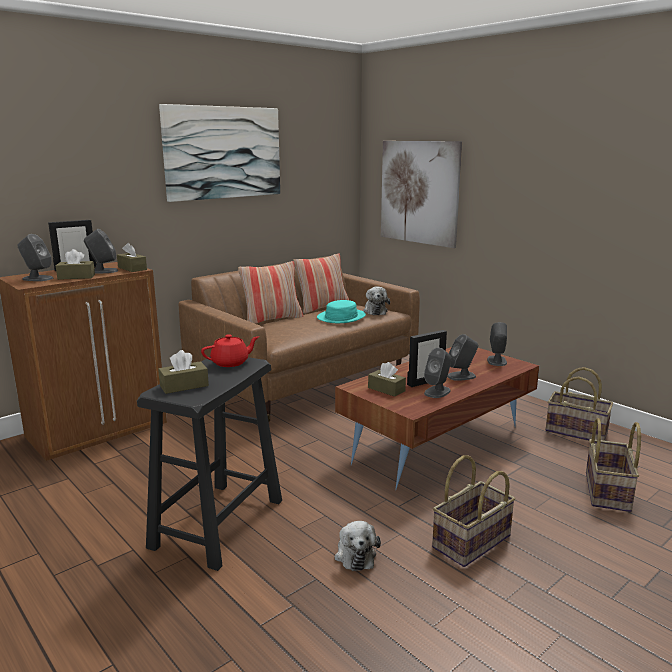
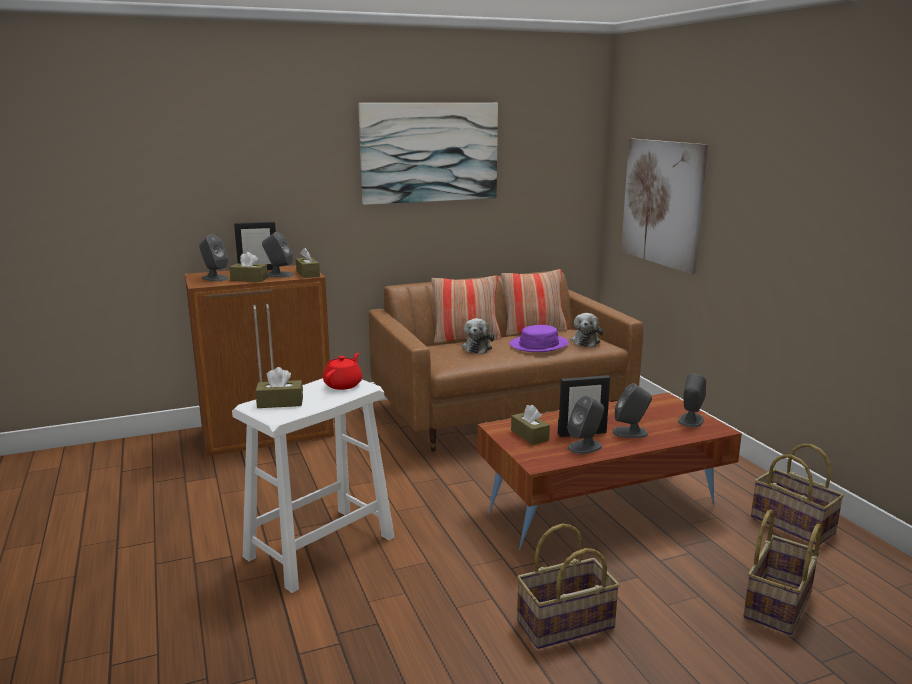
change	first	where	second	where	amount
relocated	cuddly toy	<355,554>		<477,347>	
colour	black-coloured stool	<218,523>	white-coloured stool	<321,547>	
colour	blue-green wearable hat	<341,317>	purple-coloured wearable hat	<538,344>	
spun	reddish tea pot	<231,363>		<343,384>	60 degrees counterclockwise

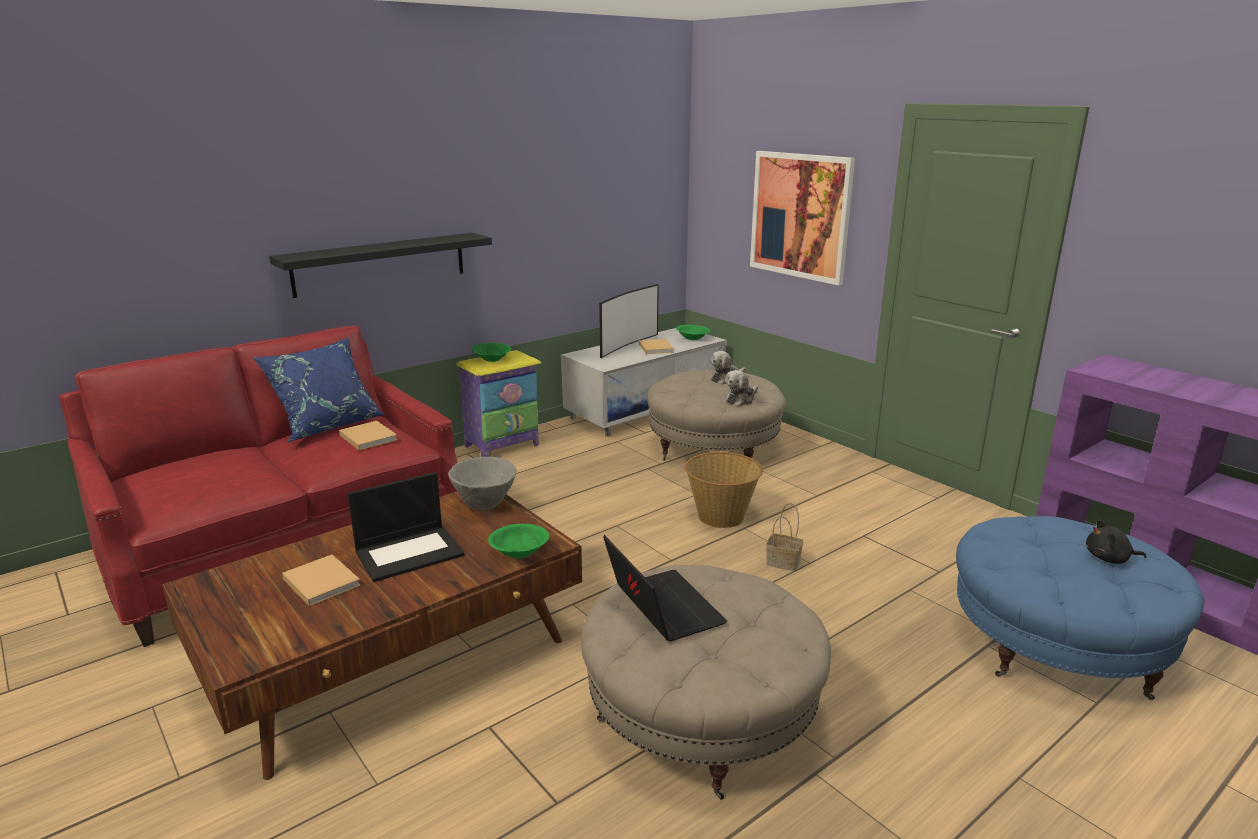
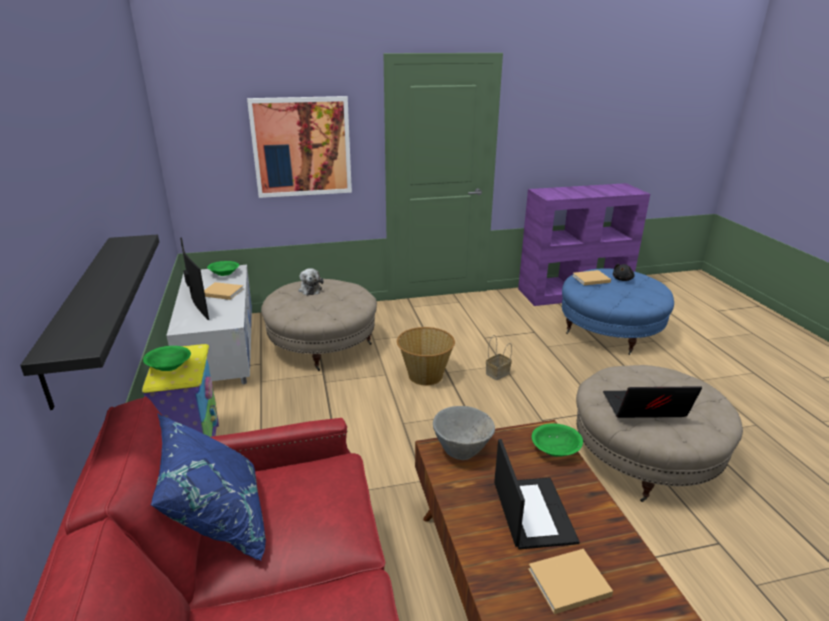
change	first	where	second	where	amount
missing	cuddly toy	<741,399>			
relocated	beige bound book	<367,437>		<590,279>	

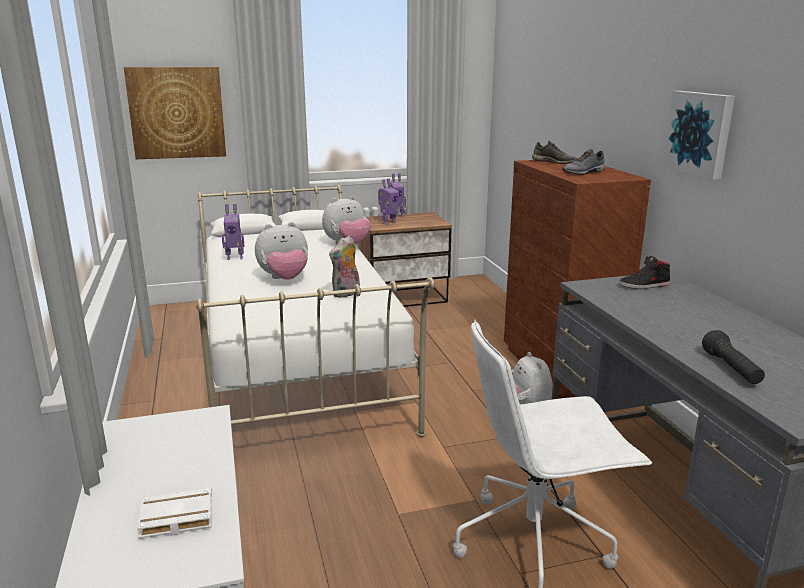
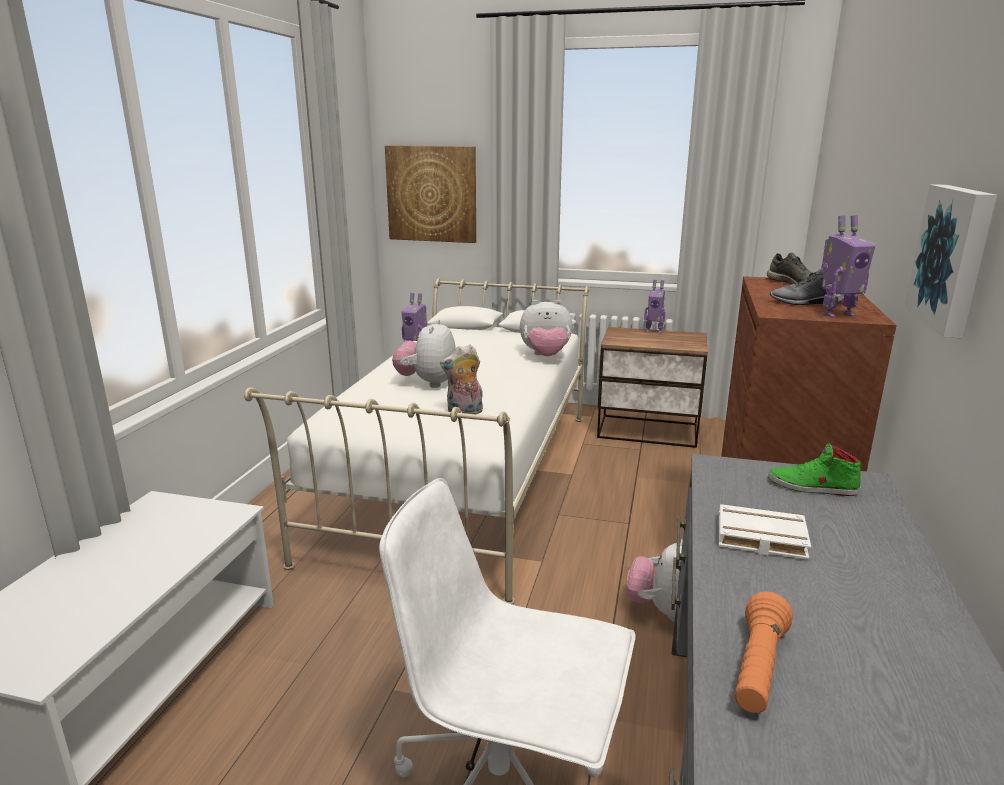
change	first	where	second	where	amount
relocated	white-coloured bound book	<175,519>		<759,539>	
relocated	toy robot	<388,223>		<836,314>	
colour	black-coloured item of footwear	<644,285>	green item of footwear	<812,487>	
colour	black-coloured hand torch	<731,369>	orange hand torch	<758,669>	
spun	cuddly toy	<284,279>		<428,383>	90 degrees clockwise

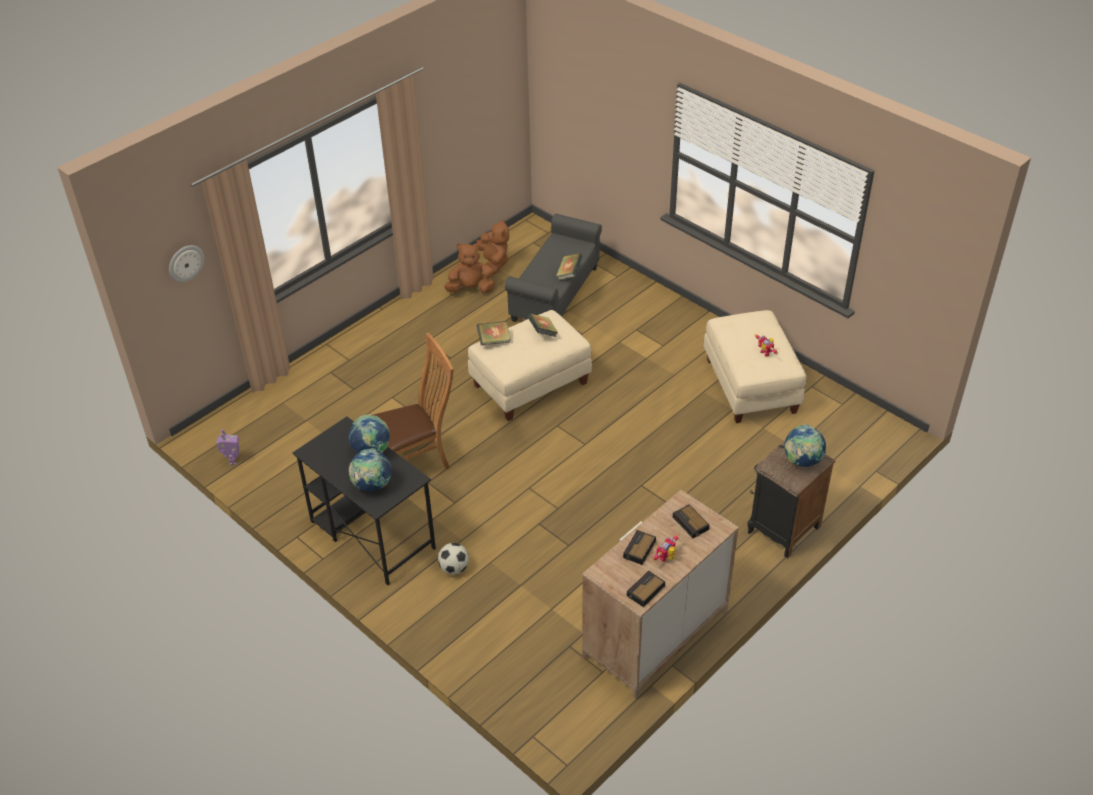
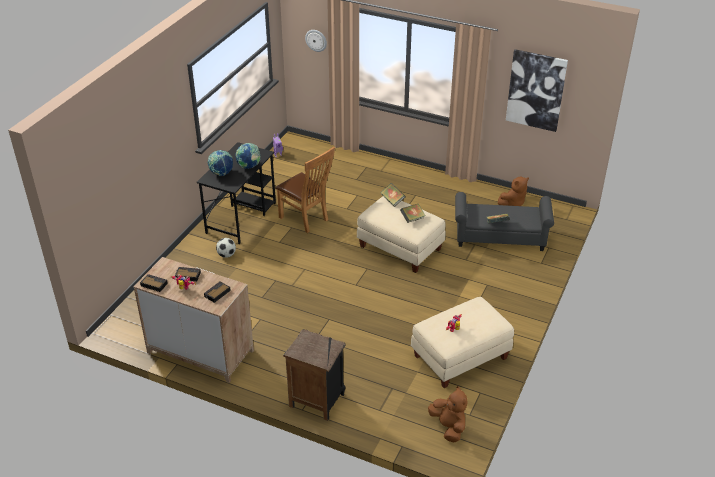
change	first	where	second	where	amount
missing	desk globe	<801,461>			
appeared			picture	<536,90>	
relocated	brown cuddly toy	<470,289>		<448,427>	

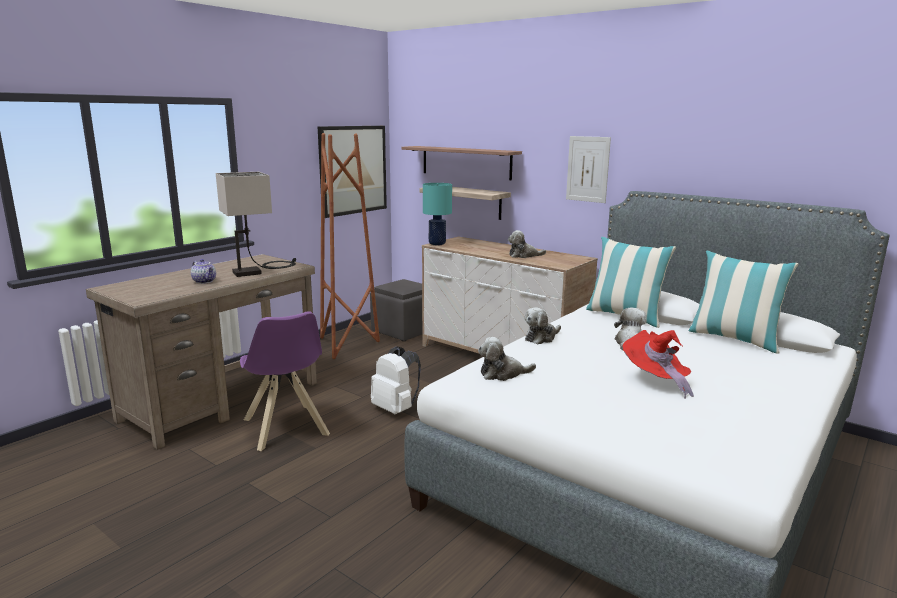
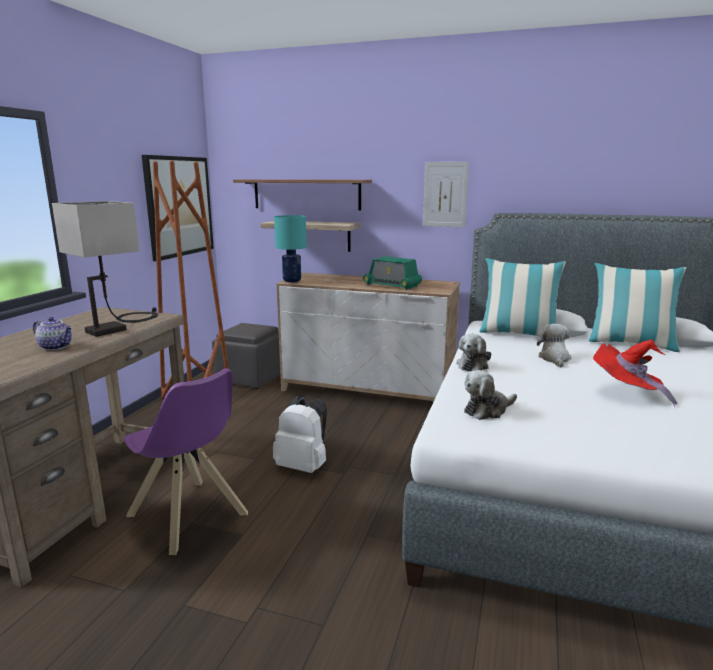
change	first	where	second	where	amount
exchanged	cuddly toy	<524,255>	radio receiver	<392,285>	

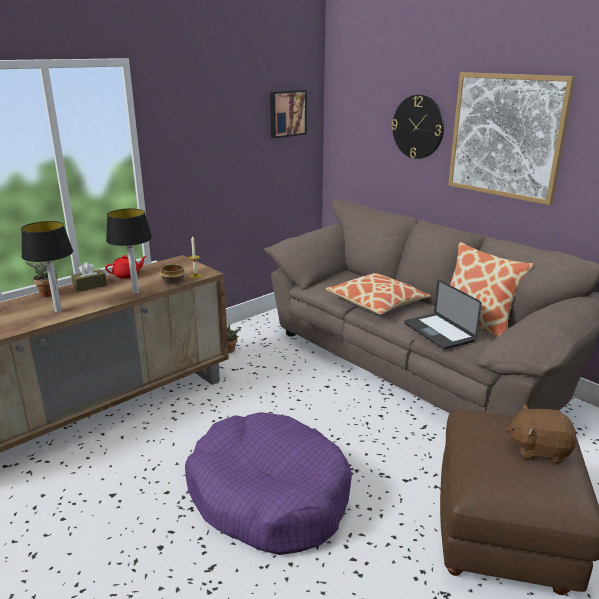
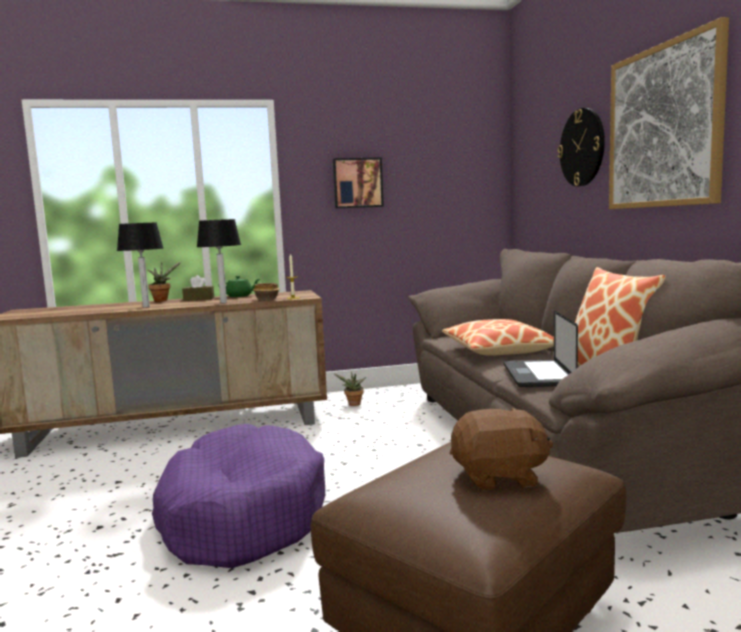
change	first	where	second	where	amount
relocated	picture	<287,113>		<357,183>	
colour	reddish tea pot	<127,275>	green tea pot	<240,296>	
spun	brown cuddly toy	<538,450>		<499,477>	135 degrees clockwise

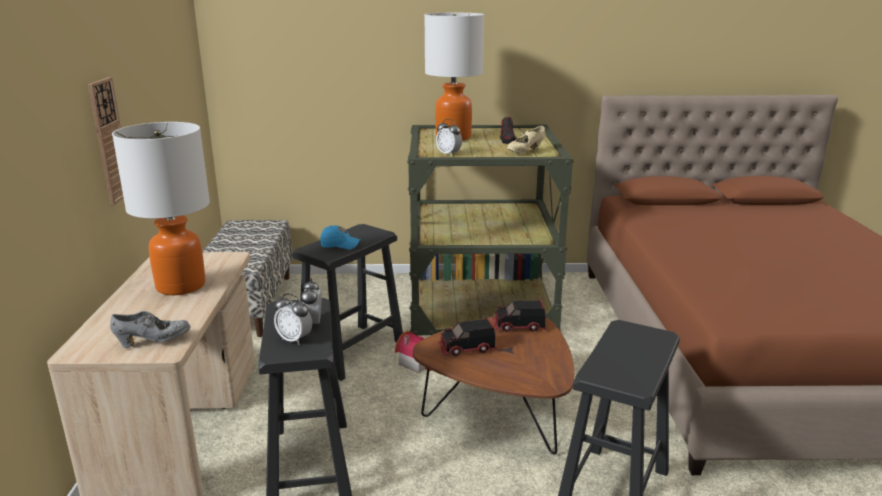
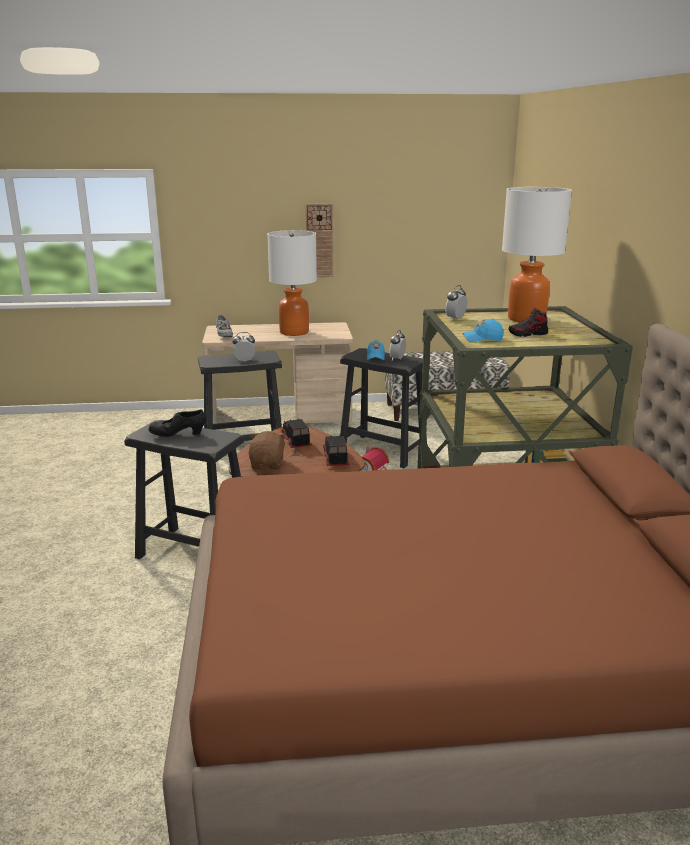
change	first	where	second	where	amount
appeared			black-coloured item of footwear	<178,435>	
appeared			brown cuddly toy	<268,464>	
relocated	bedside clock	<294,339>		<397,359>	
exchanged	beige item of footwear	<525,152>	bluish baseball cap	<482,339>	

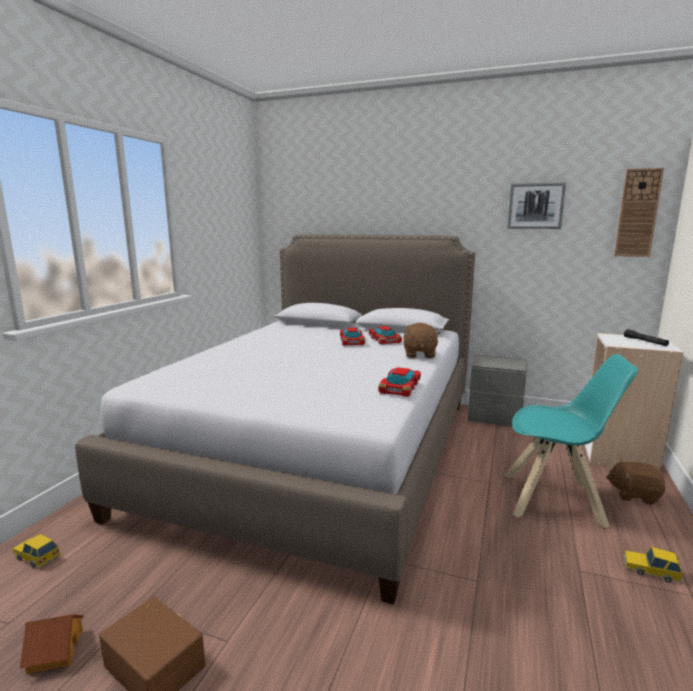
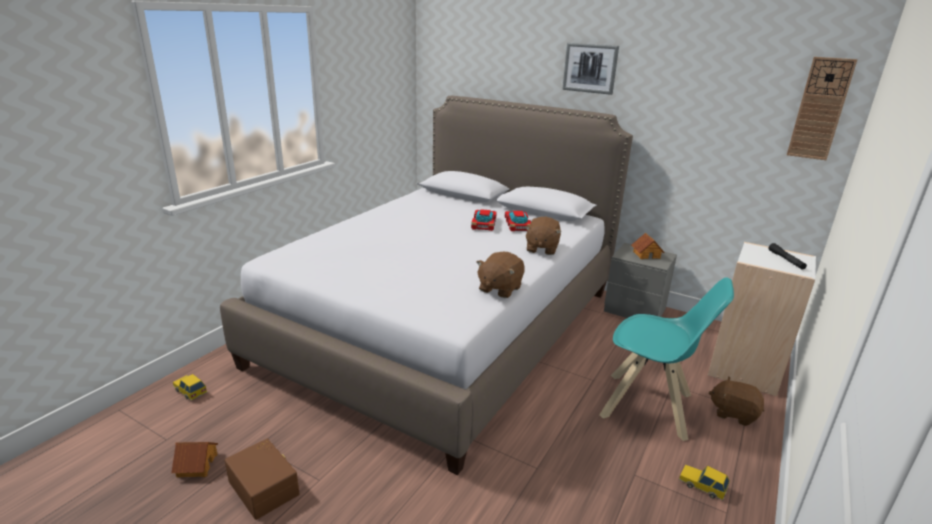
change	first	where	second	where	amount
appeared			model house	<646,254>	
relocated	picture	<535,206>		<590,68>	
exchanged	miniature car	<400,387>	brown cuddly toy	<499,289>	

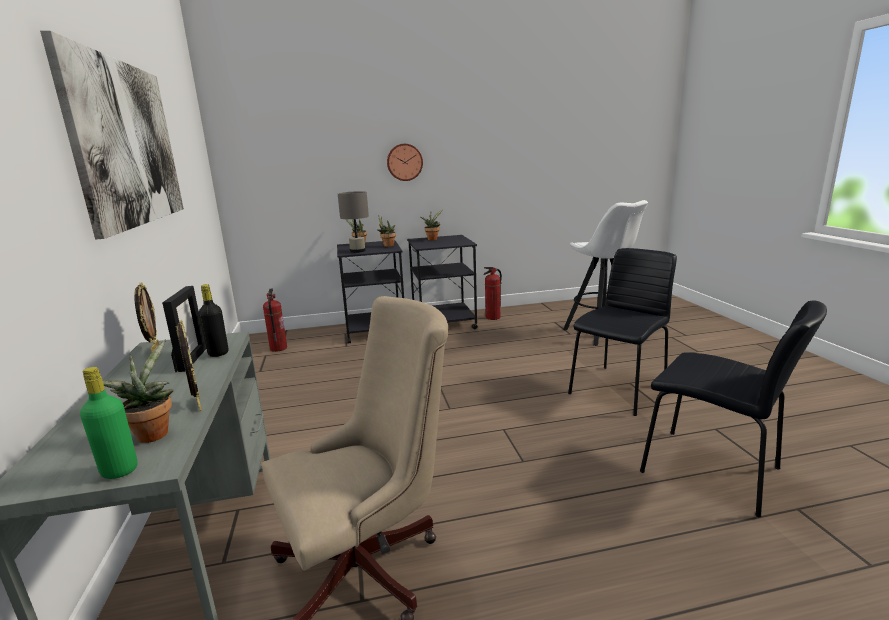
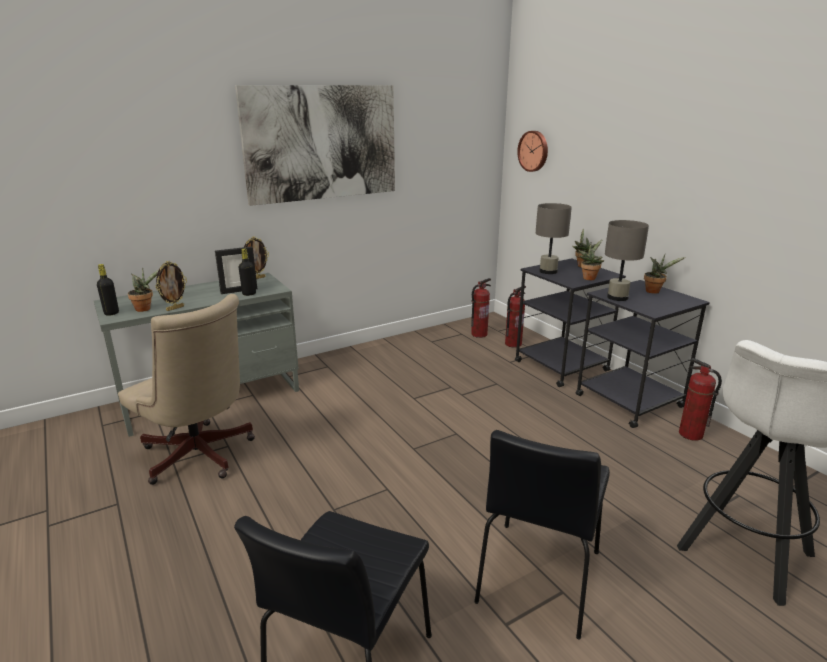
change	first	where	second	where	amount
appeared			fire-fighting cylinder	<513,344>	
appeared			greyish table lamp	<617,297>	
relocated	wall clock	<404,162>		<534,151>	
colour	green beverage bottle	<119,470>	black-coloured beverage bottle	<111,313>	
spun	black-coloured chair	<619,388>		<537,580>	90 degrees clockwise

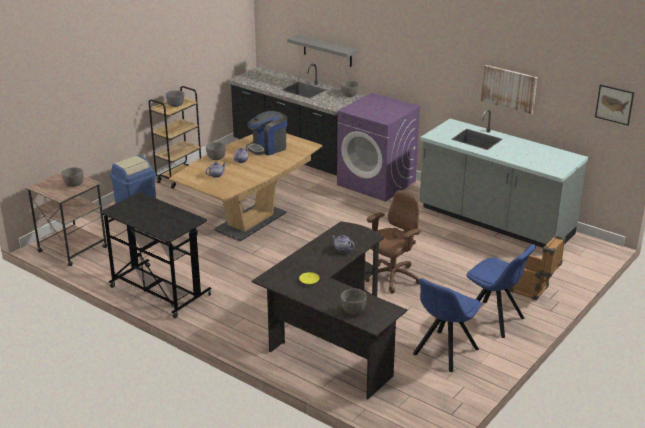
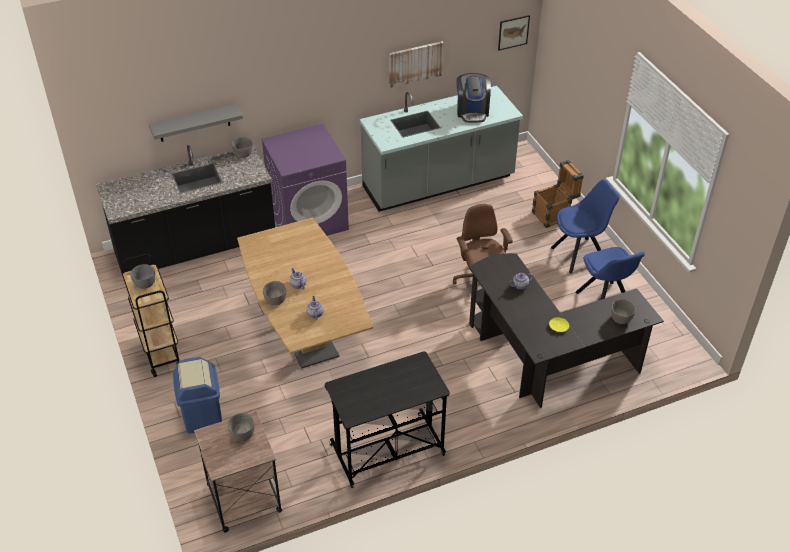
change	first	where	second	where	amount
relocated	coffee maker	<268,148>		<472,111>	

